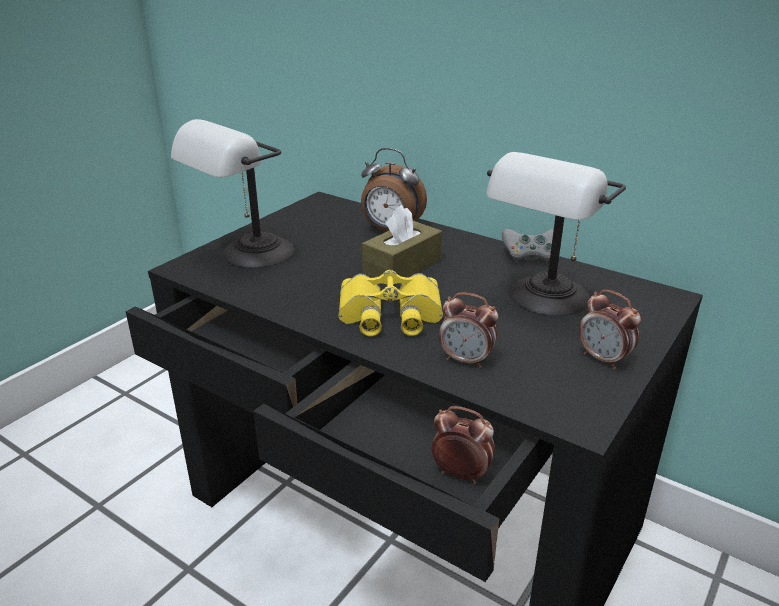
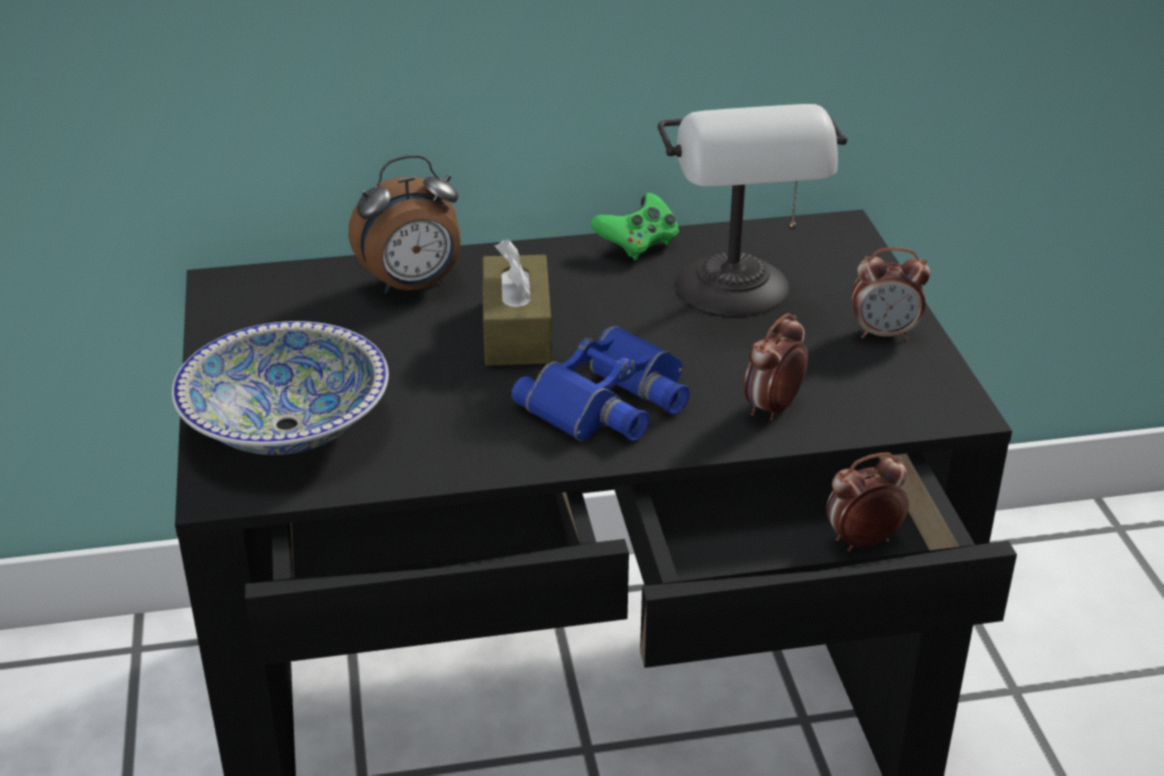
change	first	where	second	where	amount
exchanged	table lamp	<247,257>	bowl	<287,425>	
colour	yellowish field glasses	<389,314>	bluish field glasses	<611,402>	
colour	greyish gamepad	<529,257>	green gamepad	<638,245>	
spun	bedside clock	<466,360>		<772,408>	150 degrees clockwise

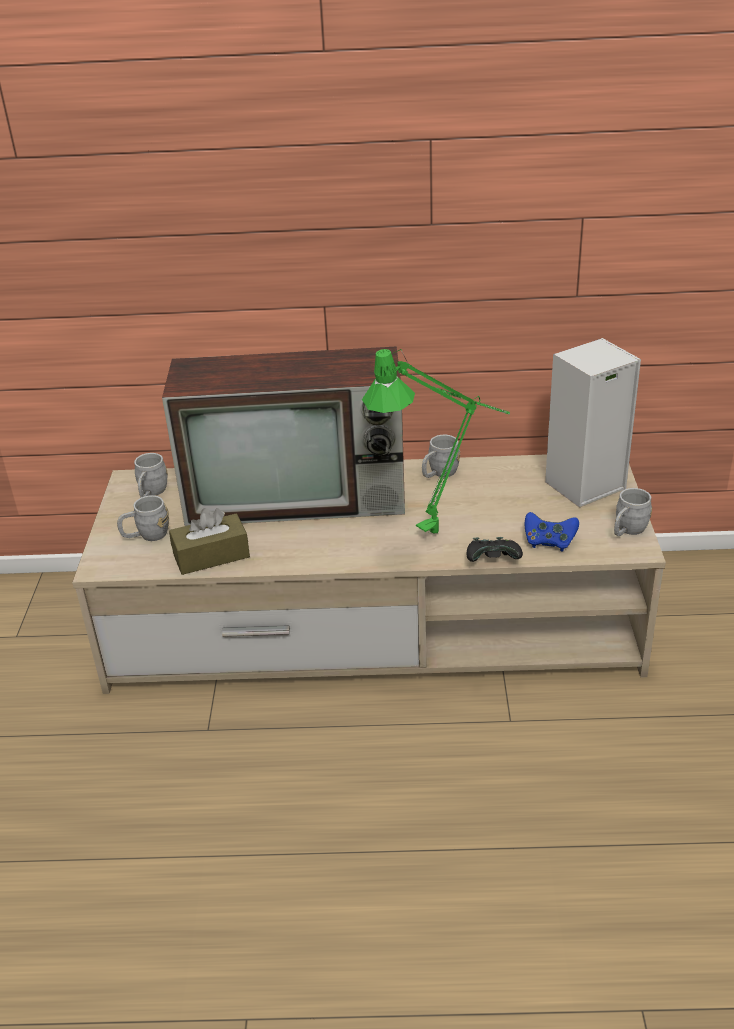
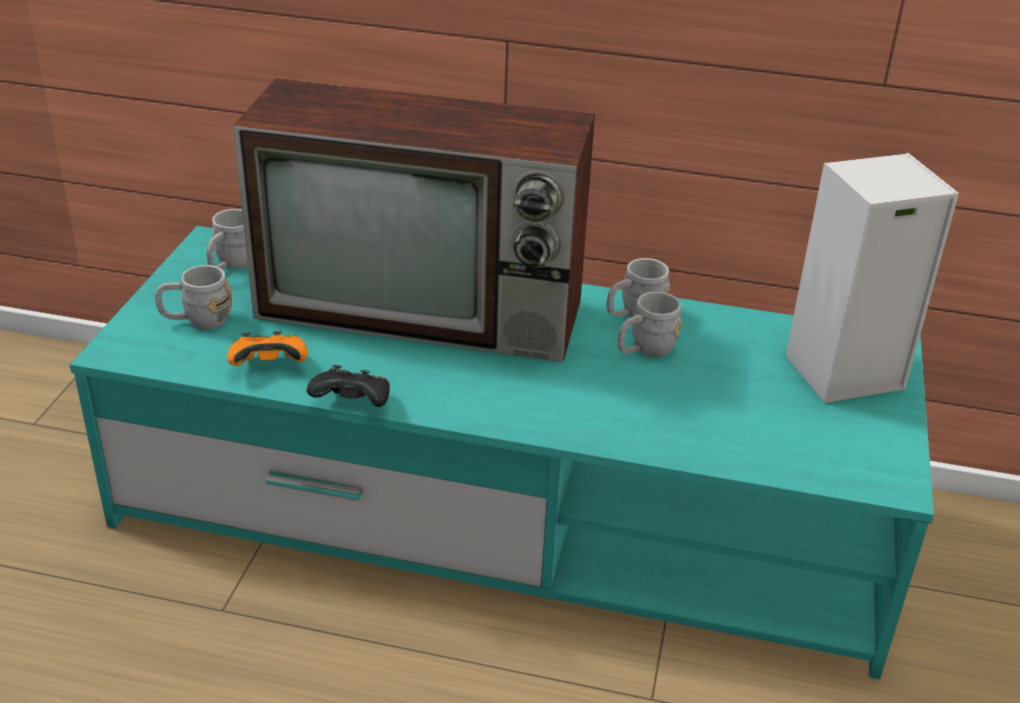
change	first	where	second	where	amount
missing	green table lamp	<443,529>			
missing	bluish gamepad	<549,542>			
relocated	black-coloured gamepad	<492,561>		<353,404>	
relocated	greyish tea mug	<627,531>		<645,350>	
exchanged	brown tissue box	<211,556>	orange gamepad	<270,366>	
colour	beige tv stand	<374,622>	blue-green tv stand	<507,507>	

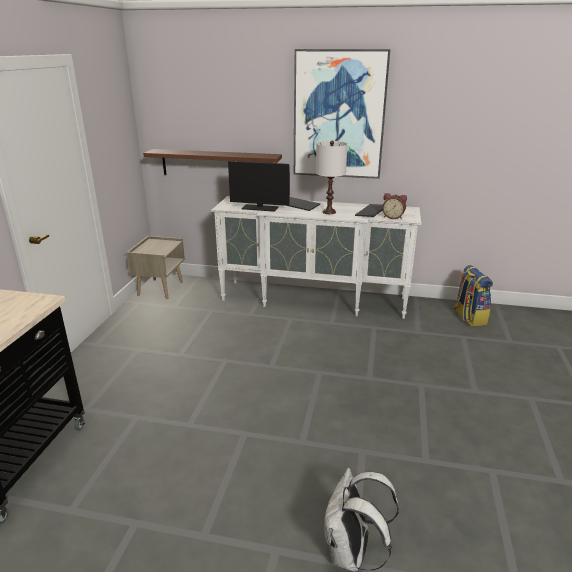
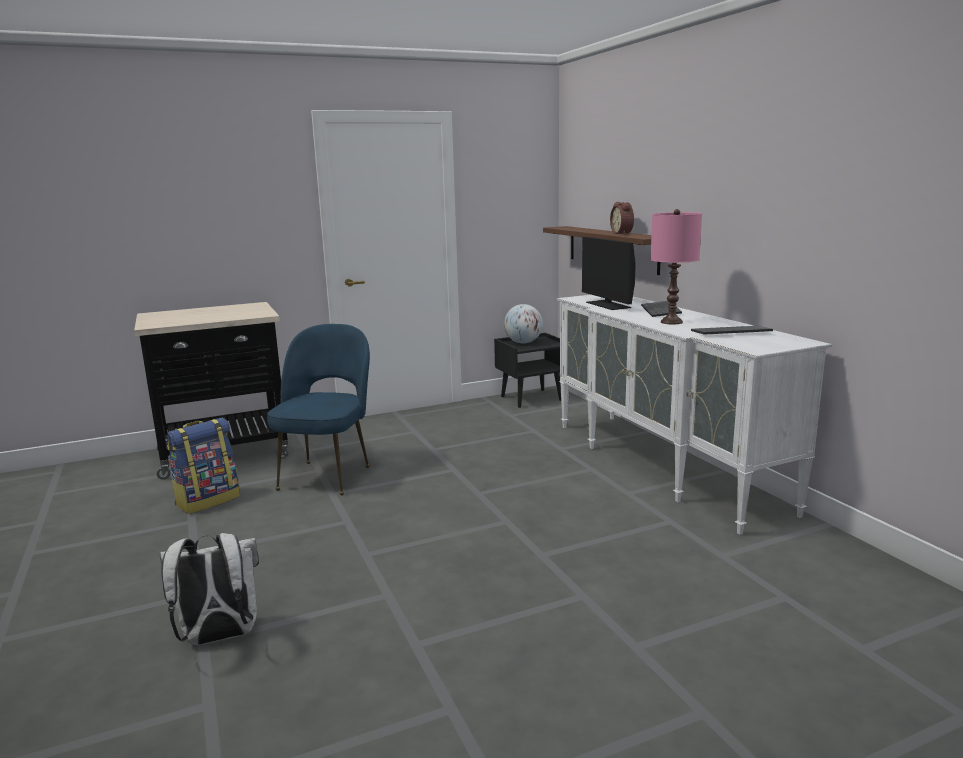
change	first	where	second	where	amount
missing	picture	<339,115>			
appeared			bluish chair	<328,475>	
appeared			desk globe	<523,343>	
relocated	bedside clock	<393,217>		<623,233>	
relocated	rucksack	<469,317>		<208,500>	
colour	beige nightstand	<160,288>	black-coloured nightstand	<531,398>	
colour	white-coloured table lamp	<328,212>	pinkish table lamp	<671,322>	

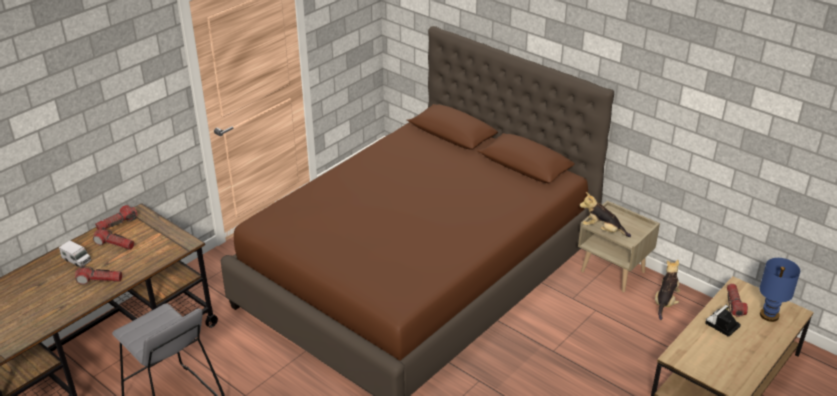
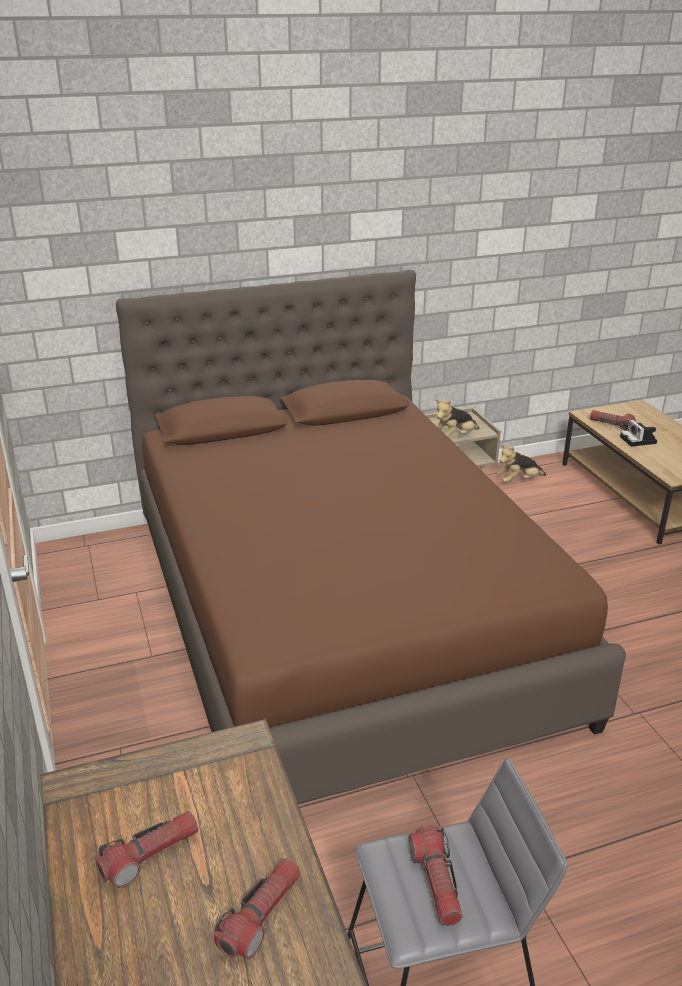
change	first	where	second	where	amount
missing	toy lorry	<77,260>			
missing	bluish table lamp	<769,315>			
relocated	hand torch	<117,223>		<436,882>	
spun	cuddly toy	<665,302>		<519,481>	75 degrees counterclockwise

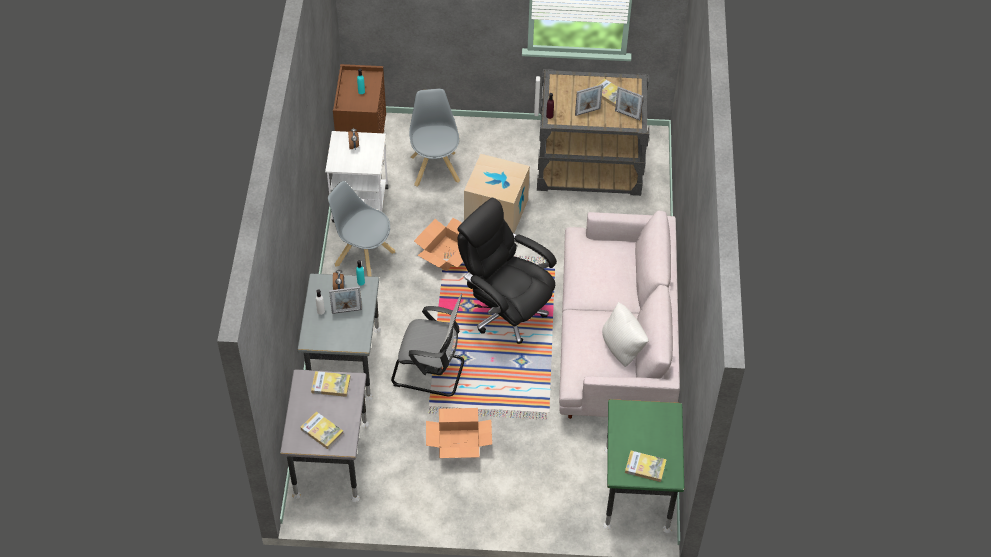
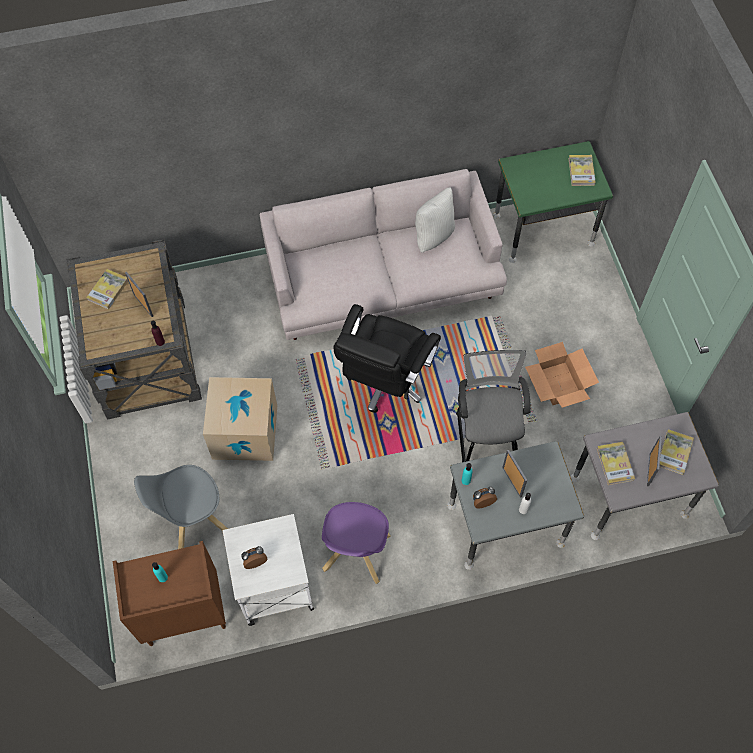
change	first	where	second	where	amount
missing	packing box	<446,253>			
relocated	photo frame	<627,115>		<649,469>	
colour	greyish chair	<363,257>	purple-coloured chair	<355,554>	

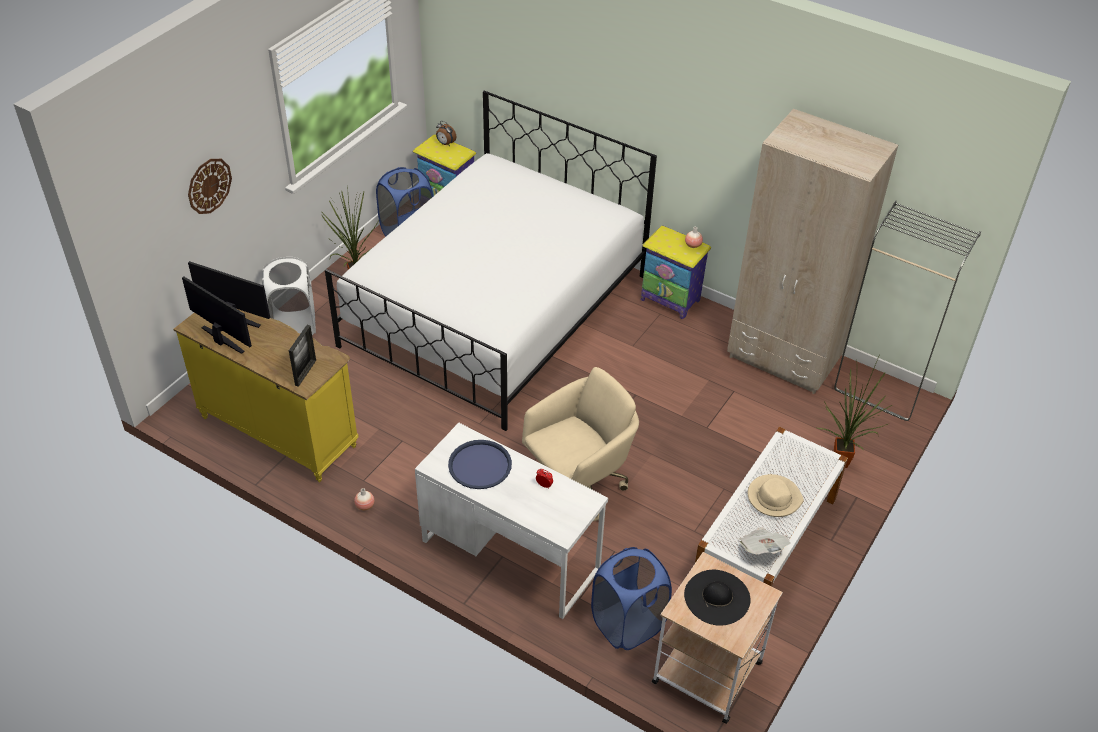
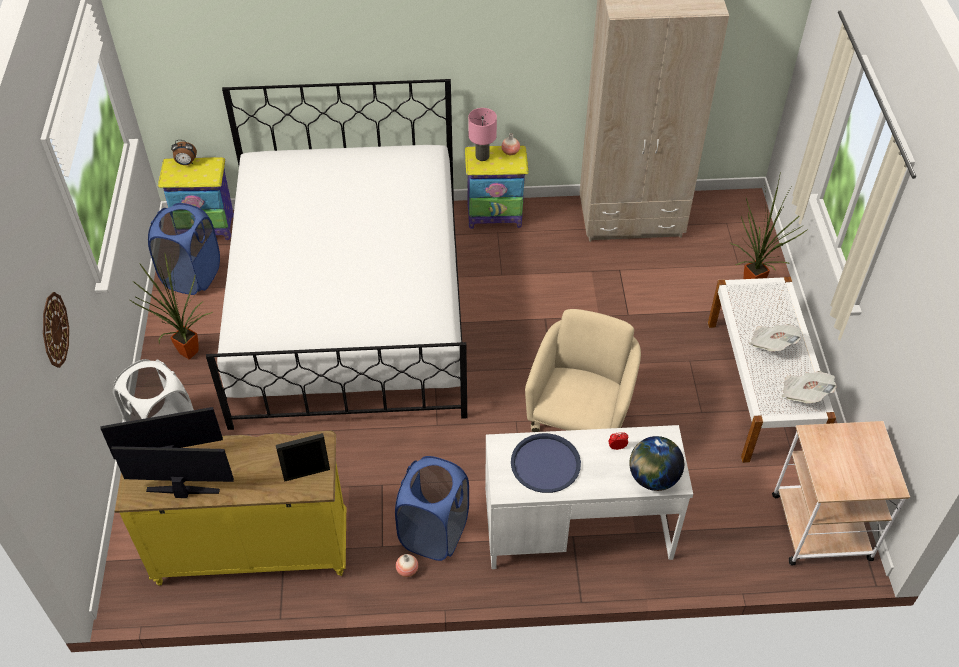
change	first	where	second	where	amount
missing	black-coloured wearable hat	<717,597>			
missing	greyish garment rack	<879,392>			
appeared			pinkish table lamp	<481,157>	
appeared			desk globe	<653,478>	
relocated	bluish washing basket	<627,624>		<434,533>	
exchanged	beige wearable hat	<774,498>	newspaper	<771,344>	
spun	photo frame	<305,373>		<306,473>	90 degrees counterclockwise

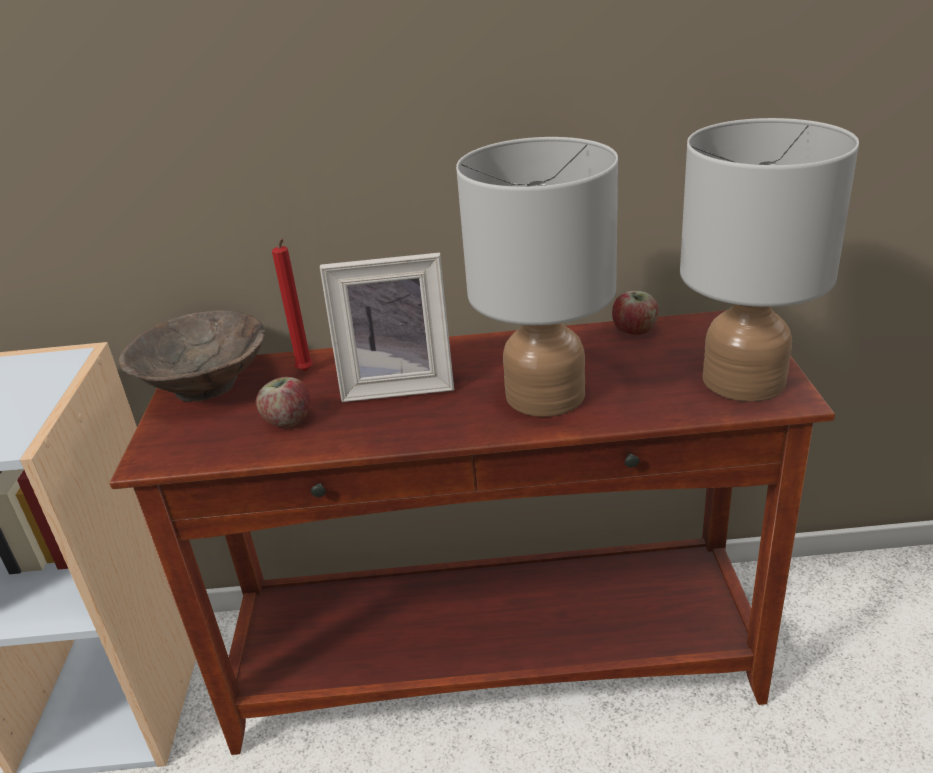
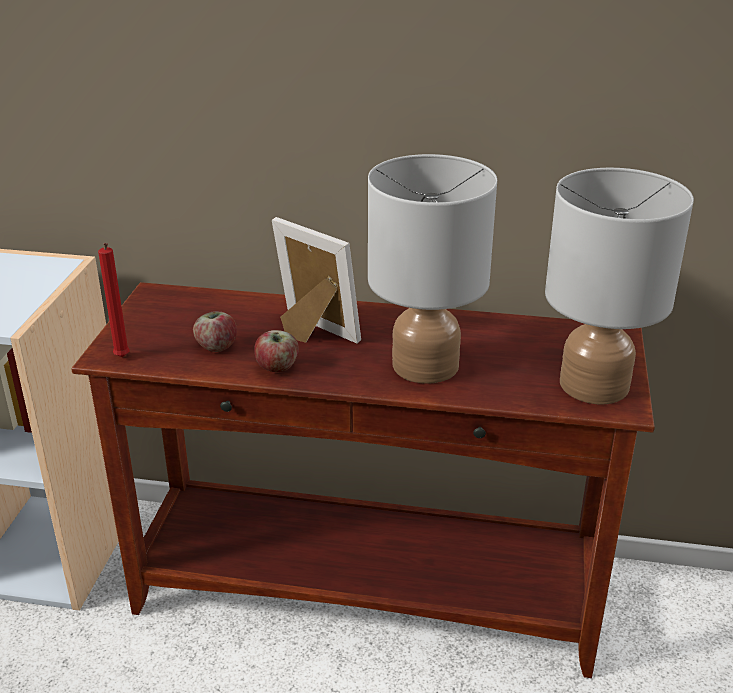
change	first	where	second	where	amount
missing	brown bowl	<206,386>			
relocated	reddish candle	<306,372>		<122,358>	
relocated	apple	<635,331>		<277,368>	
spun	photo frame	<398,384>		<312,334>	150 degrees counterclockwise

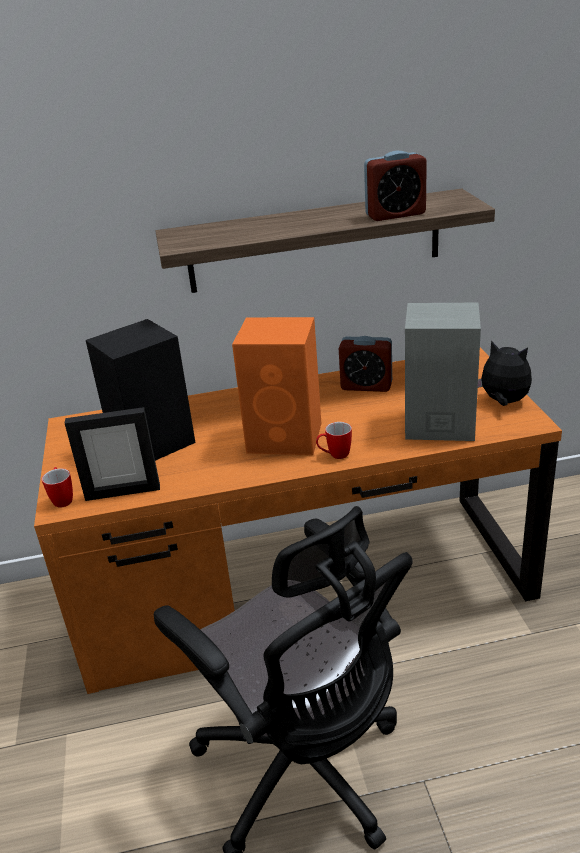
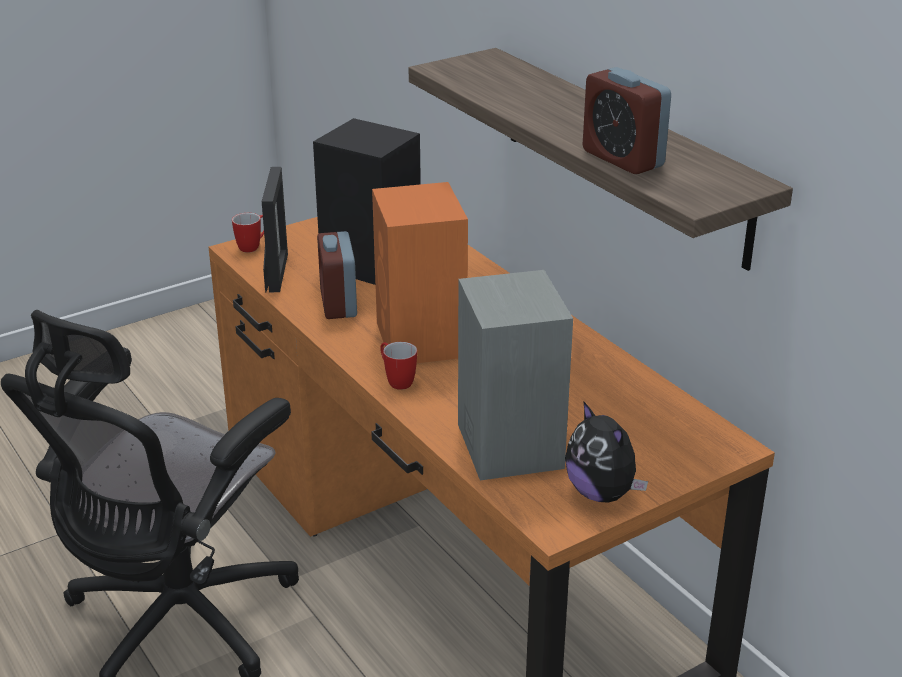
change	first	where	second	where	amount
relocated	bedside clock	<366,386>		<338,303>	
spun	photo frame	<123,491>		<276,272>	150 degrees counterclockwise
spun	cuddly toy	<503,402>		<602,493>	135 degrees clockwise

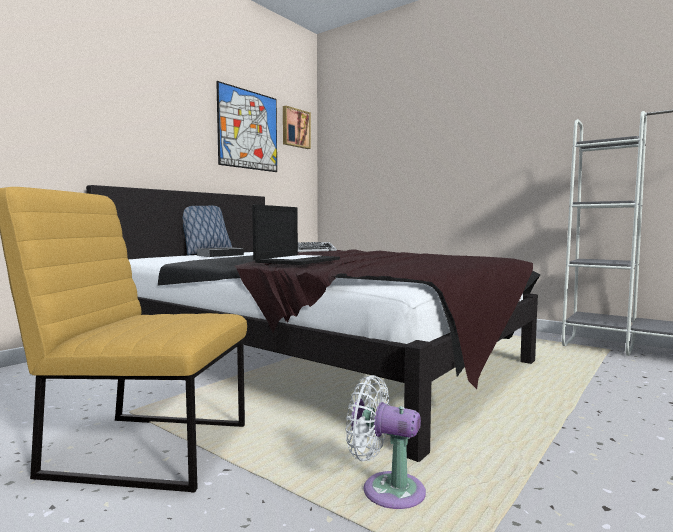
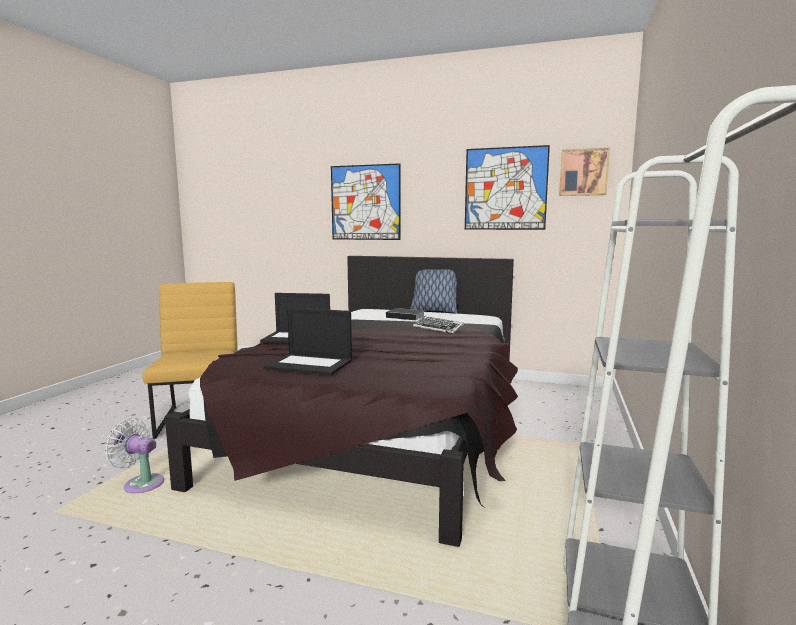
change	first	where	second	where	amount
appeared			portable computer	<310,364>	
appeared			picture	<365,202>	
spun	white-coloured cooling fan	<386,490>		<141,484>	75 degrees counterclockwise

